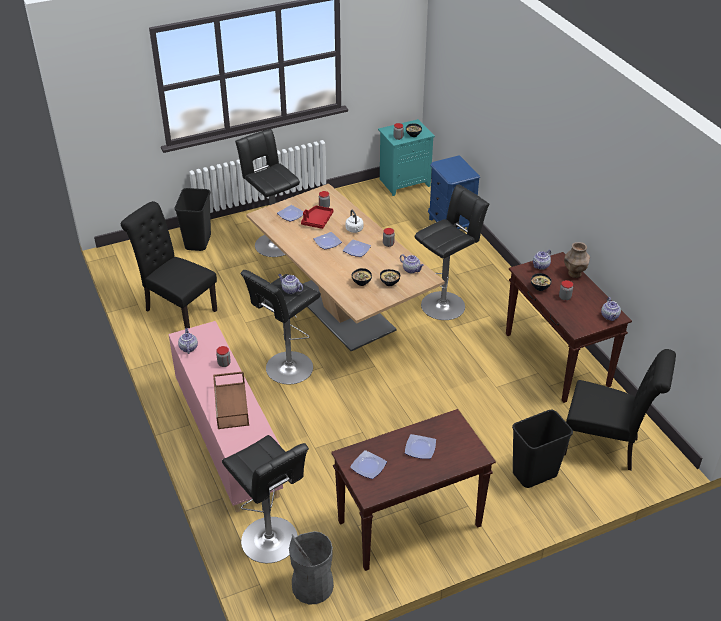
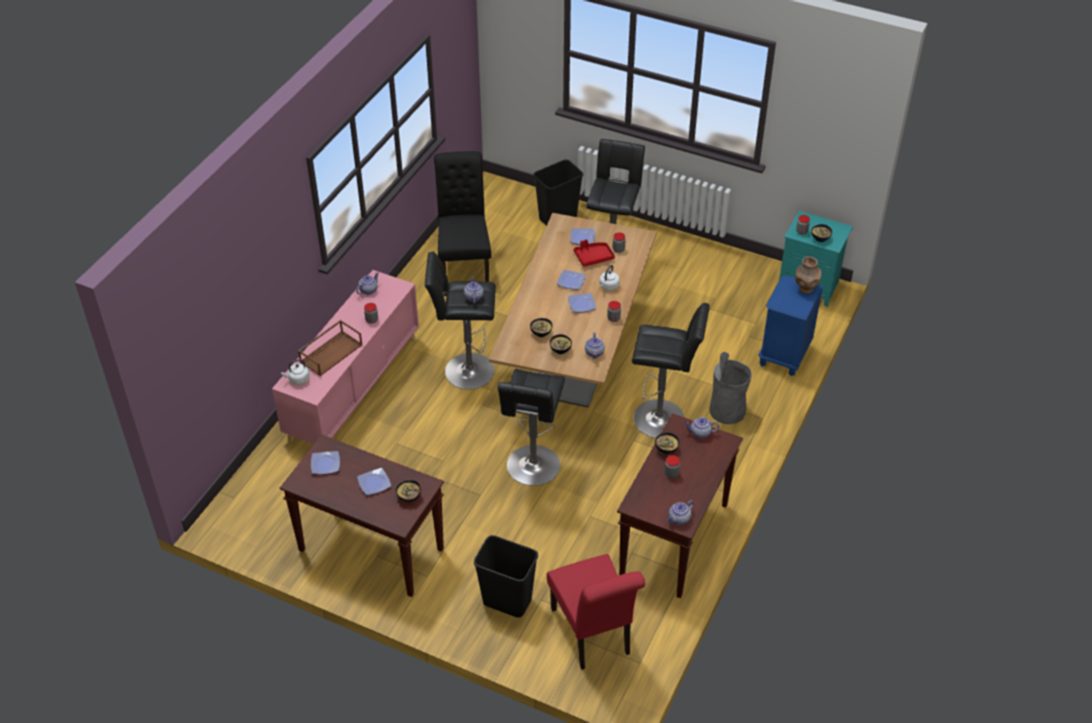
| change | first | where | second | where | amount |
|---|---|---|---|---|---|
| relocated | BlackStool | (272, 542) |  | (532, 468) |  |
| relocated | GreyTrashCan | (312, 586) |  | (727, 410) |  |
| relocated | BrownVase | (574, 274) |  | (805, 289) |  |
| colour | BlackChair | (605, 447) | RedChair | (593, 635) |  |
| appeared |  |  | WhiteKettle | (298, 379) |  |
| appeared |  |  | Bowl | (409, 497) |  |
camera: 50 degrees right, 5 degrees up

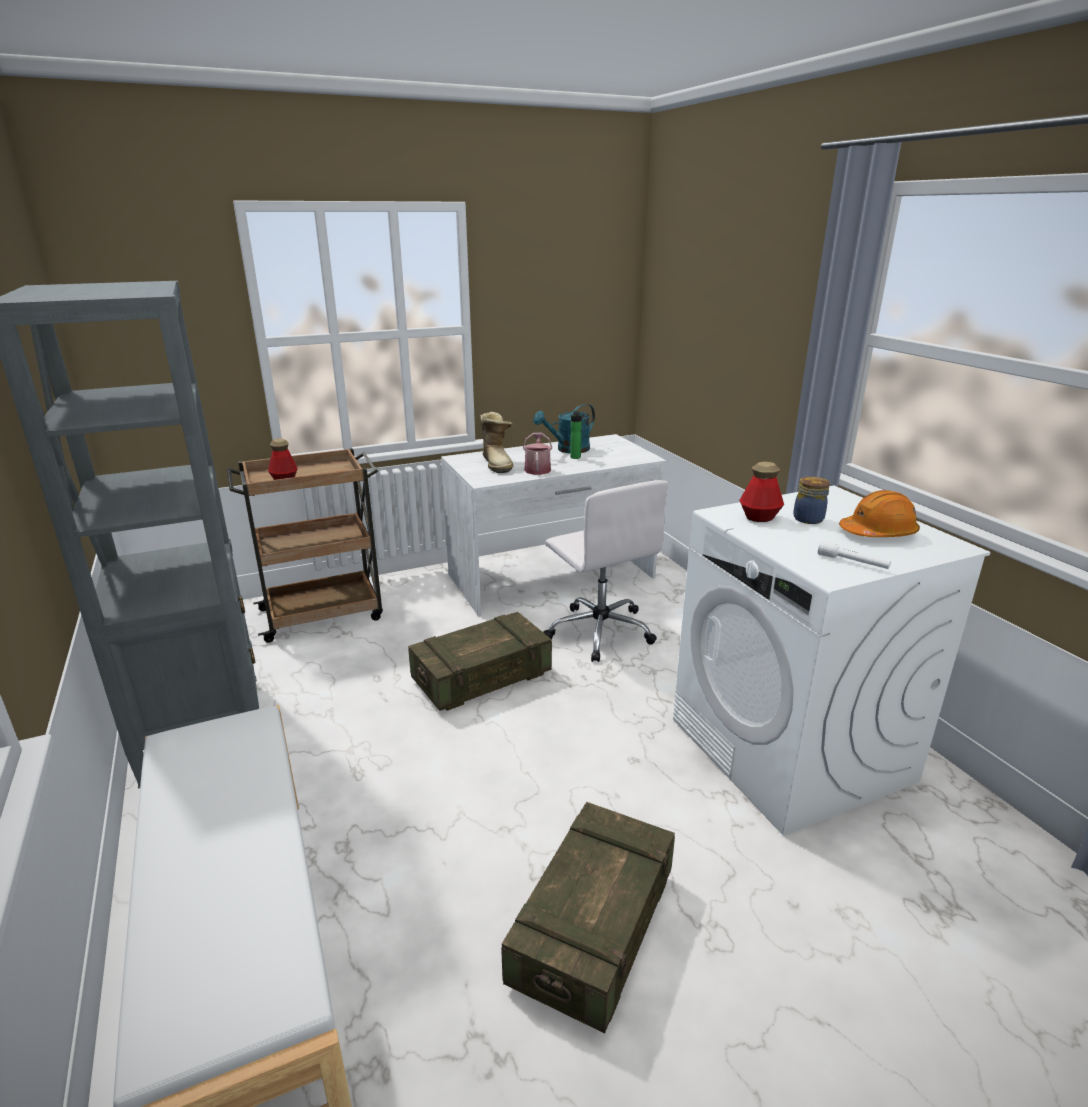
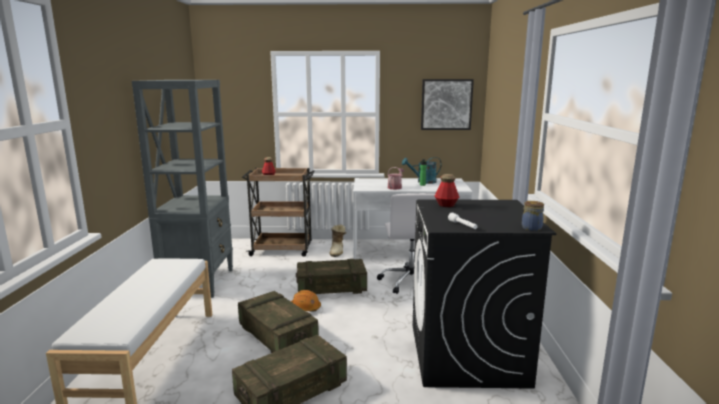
| change | first | where | second | where | amount |
|---|---|---|---|---|---|
| relocated | Boot | (498, 463) |  | (338, 251) |  |
| colour | WhiteWashingMachine | (790, 750) | BlackWashingMachine | (467, 354) |  |
| relocated | Jar | (807, 518) |  | (531, 228) |  |
| relocated | OrangeHardHat | (878, 533) |  | (304, 308) |  |
| appeared |  |  | Crate | (277, 335) |  |
| appeared |  |  | Picture | (446, 104) |  |
camera: 25 degrees right, 10 degrees down

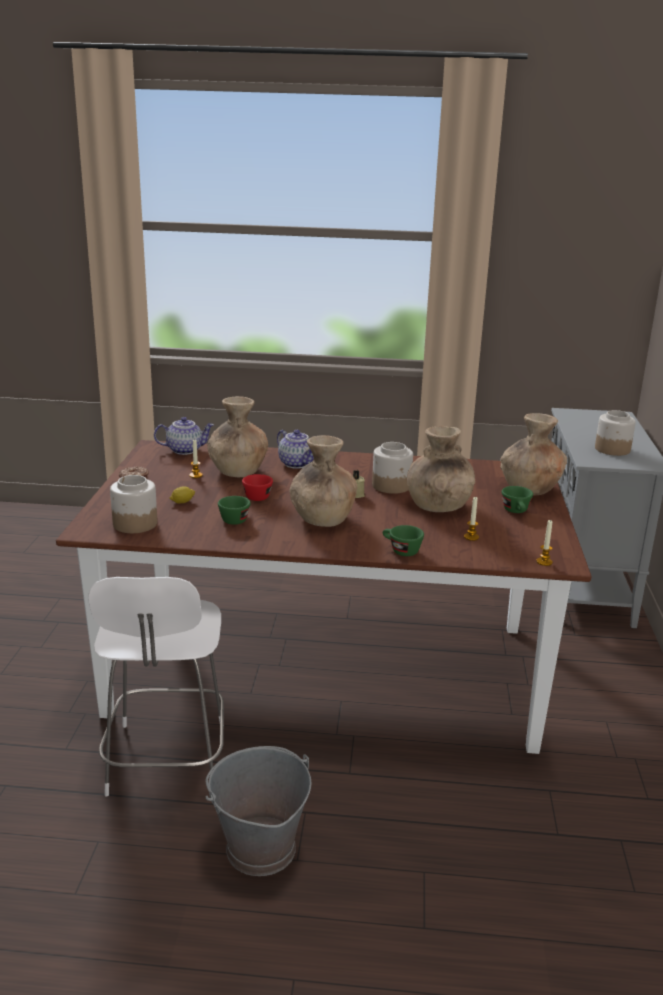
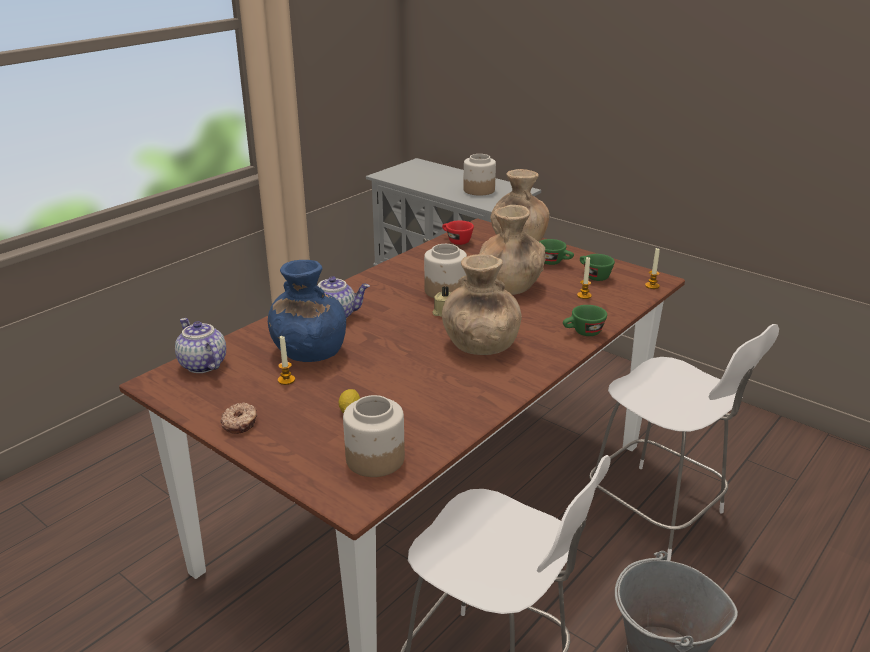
| change | first | where | second | where | amount |
|---|---|---|---|---|---|
| spun | Teapot | (185, 450) |  | (202, 365) | 60 degrees counterclockwise |
| colour | BrownVase | (238, 471) | BlueVase | (308, 352) |  |
| relocated | GreenCup | (236, 519) |  | (593, 276) |  |
| relocated | RedCup | (258, 496) |  | (456, 241) |  |
| appeared |  |  | WhiteChair | (658, 513) |  |
camera: 55 degrees left, 5 degrees up

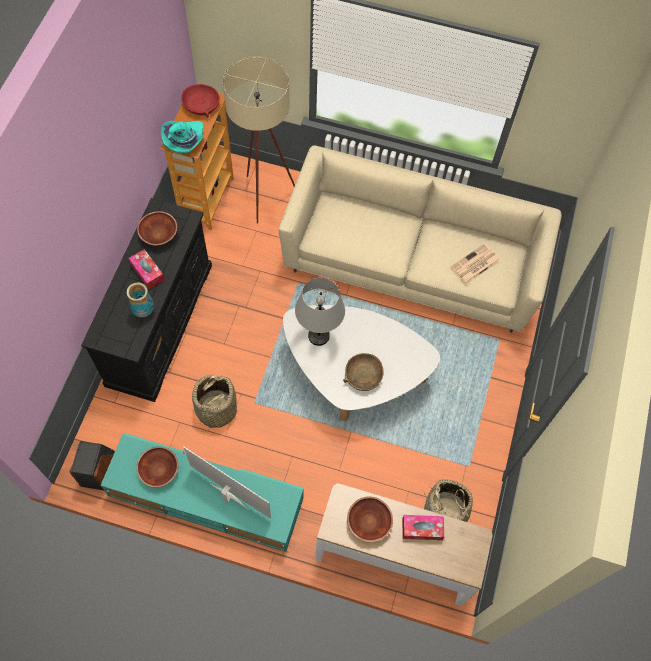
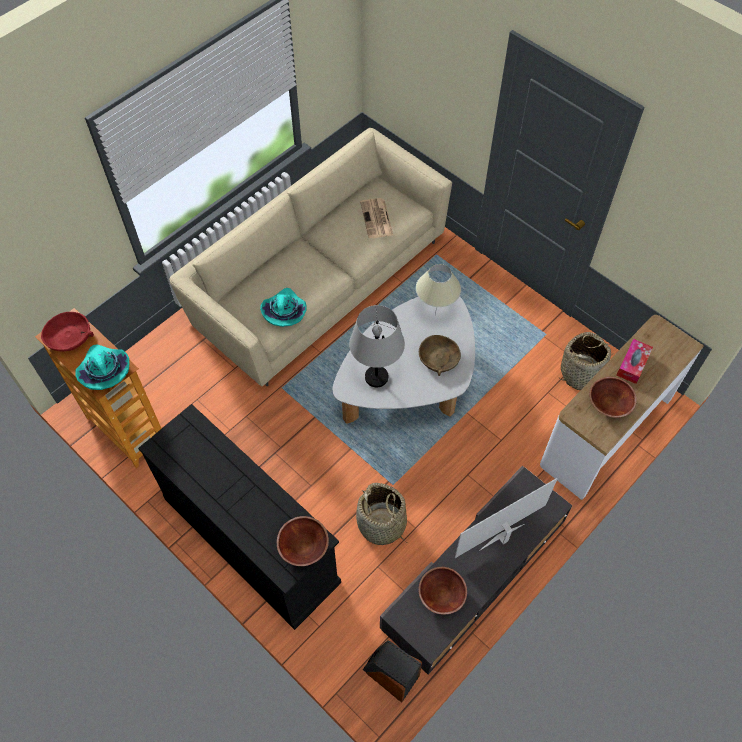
| change | first | where | second | where | amount |
|---|---|---|---|---|---|
| colour | TurquoiseTvStand | (206, 497) | GreyTvStand | (474, 574) |  |
| missing | Vase | (143, 310) |  |  |  |
| missing | TissueBox | (147, 272) |  |  |  |
| relocated | BrownBowl | (159, 234) |  | (303, 546) |  |
| missing | BeigeFloorLamp | (264, 202) |  |  |  |
| appeared |  |  | TurquoiseHat | (284, 312) |  |
| appeared |  |  | BeigeTableLamp | (435, 315) |  |
camera: 60 degrees left, 5 degrees down

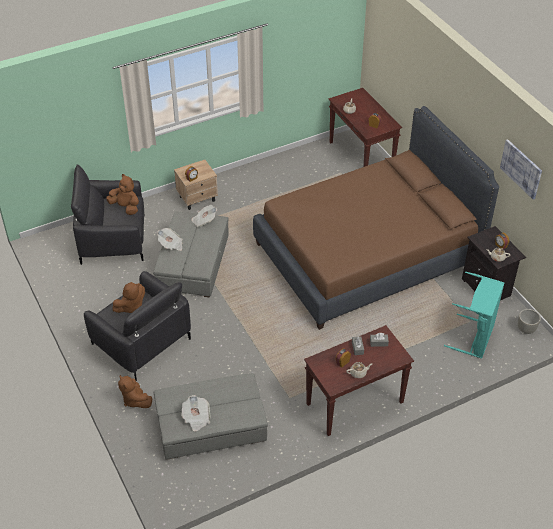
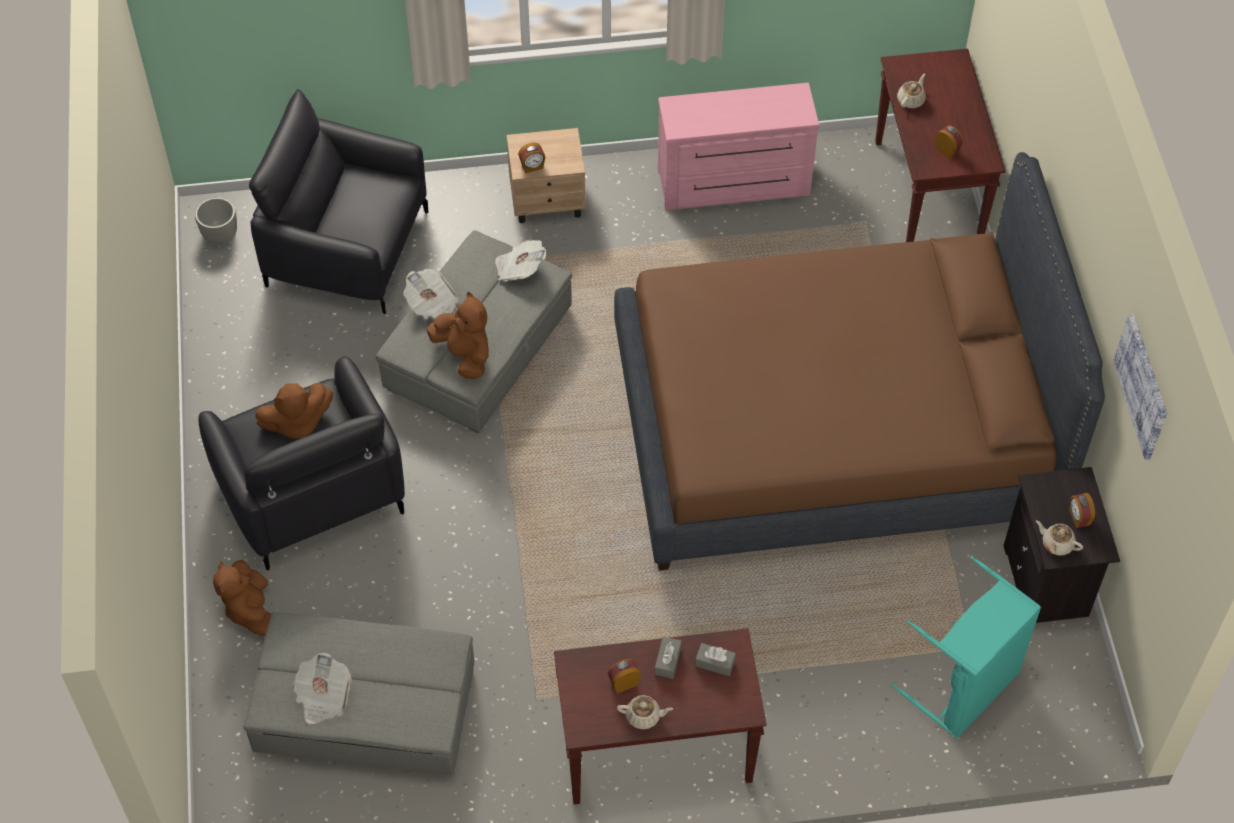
| change | first | where | second | where | amount |
|---|---|---|---|---|---|
| relocated | BrownPlushToy | (125, 207) |  | (464, 355) |  |
| relocated | GreyPlanter | (526, 329) |  | (220, 236) |  |
| appeared |  |  | PinkDresser | (734, 184) |  |
camera: 20 degrees right, 10 degrees up

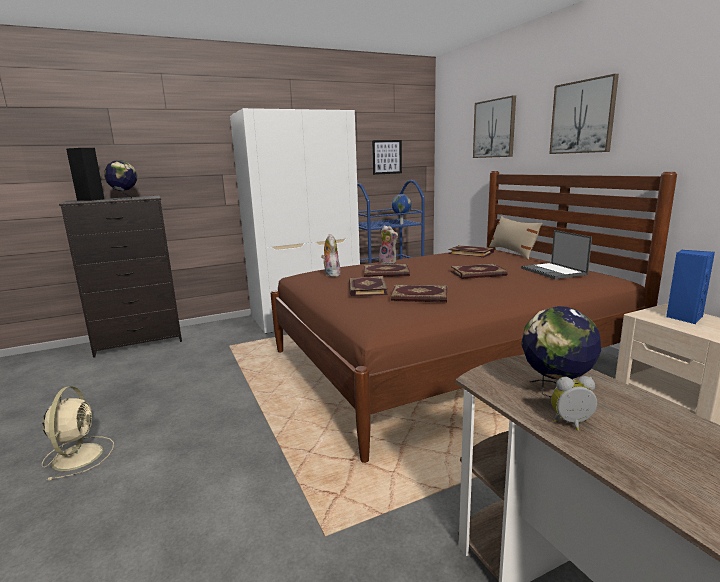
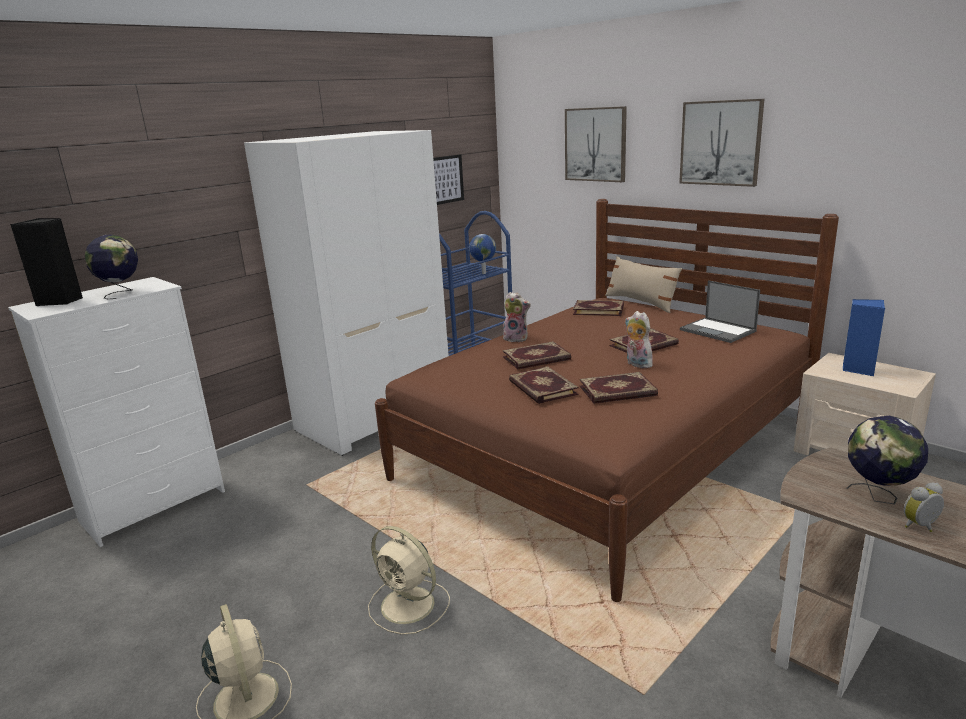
| change | first | where | second | where | amount |
|---|---|---|---|---|---|
| colour | BlackDresser | (140, 342) | WhiteDresser | (155, 506) |  |
| relocated | PlushToy | (331, 274) |  | (637, 364) |  |
| appeared |  |  | BeigeFan | (409, 606) |  |
camera: 20 degrees left, 5 degrees up

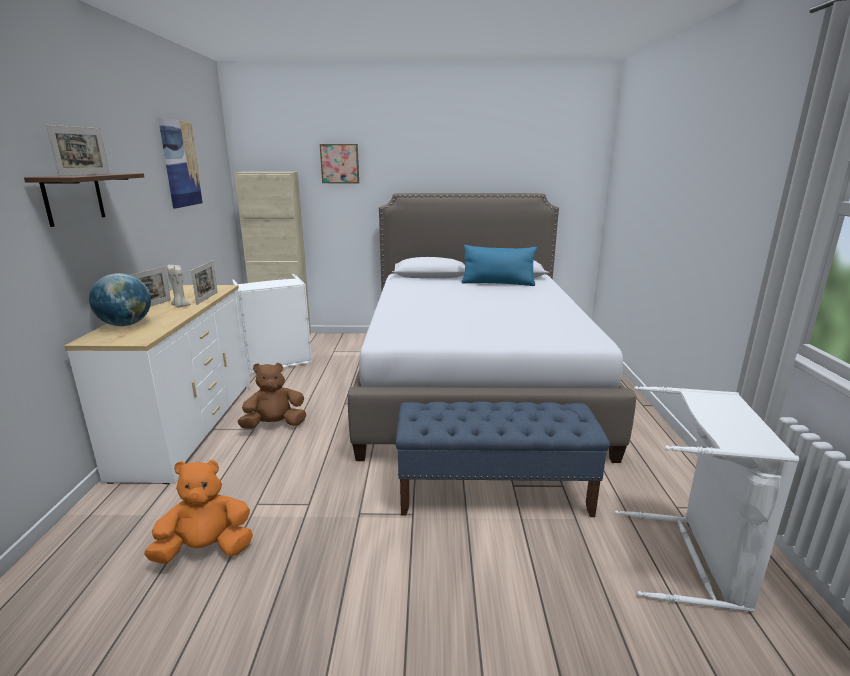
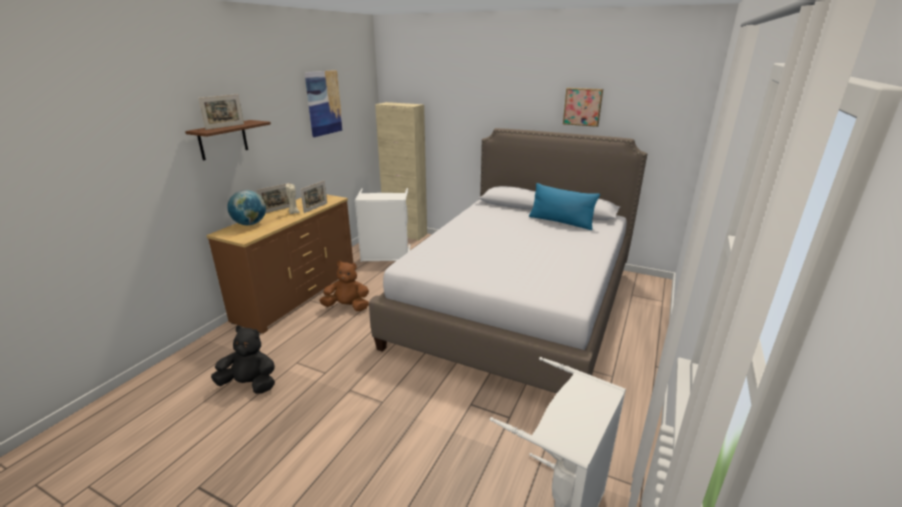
| change | first | where | second | where | amount |
|---|---|---|---|---|---|
| colour | WhiteDresser | (188, 427) | BrownDresser | (297, 295) |  |
| colour | OrangePlushToy | (206, 550) | BlackPlushToy | (250, 384) |  |
| relocated | Picture | (340, 163) |  | (582, 106) |  |
| missing | BlueBench | (494, 493) |  |  |  |
camera: 25 degrees right, 5 degrees up

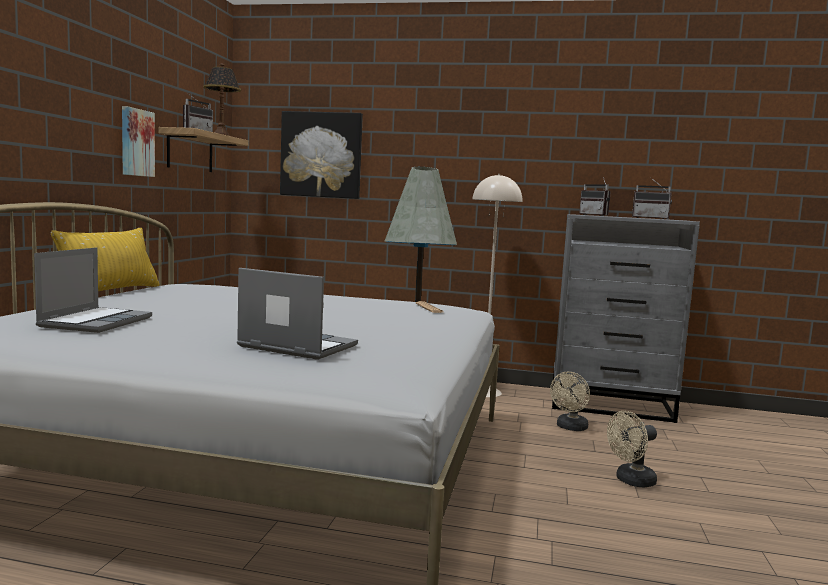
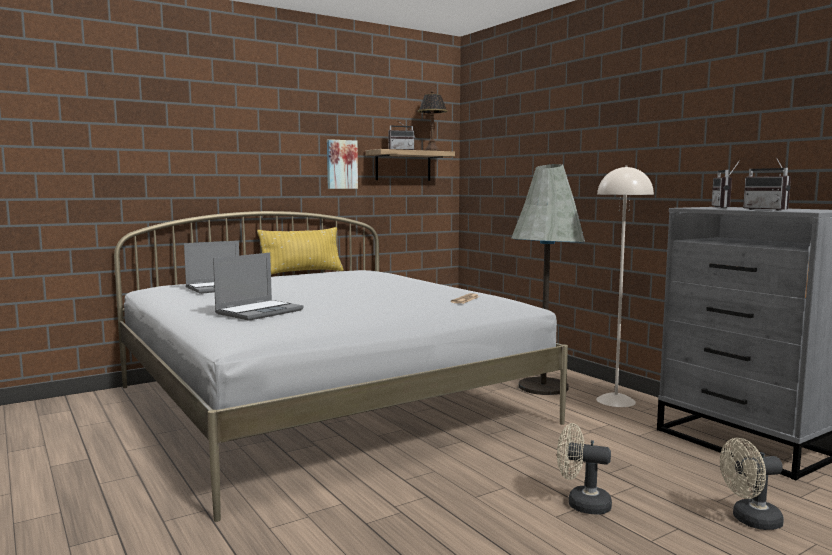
| change | first | where | second | where | amount |
|---|---|---|---|---|---|
| spun | Laptop | (295, 346) |  | (259, 312) | 60 degrees clockwise |
| missing | Picture | (321, 155) |  |  |  |
| relocated | BeigeFan | (570, 428) |  | (750, 520) |  |
camera: 45 degrees right, 0 degrees up

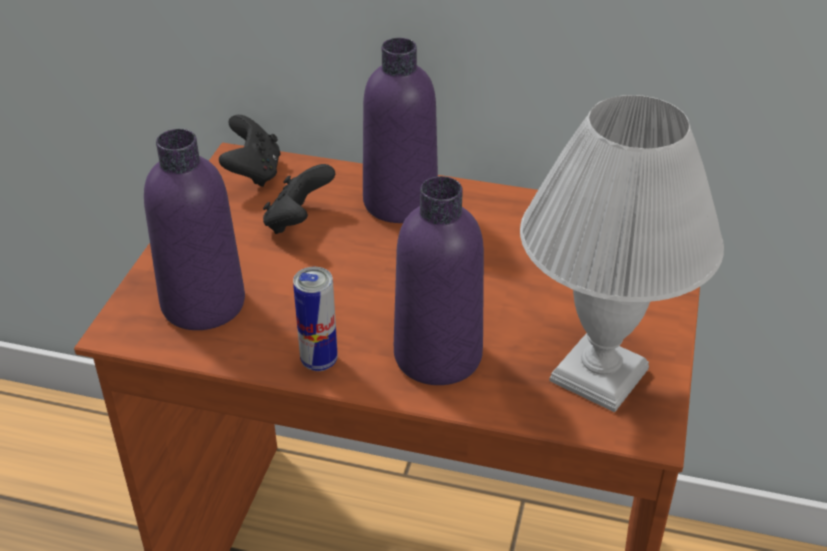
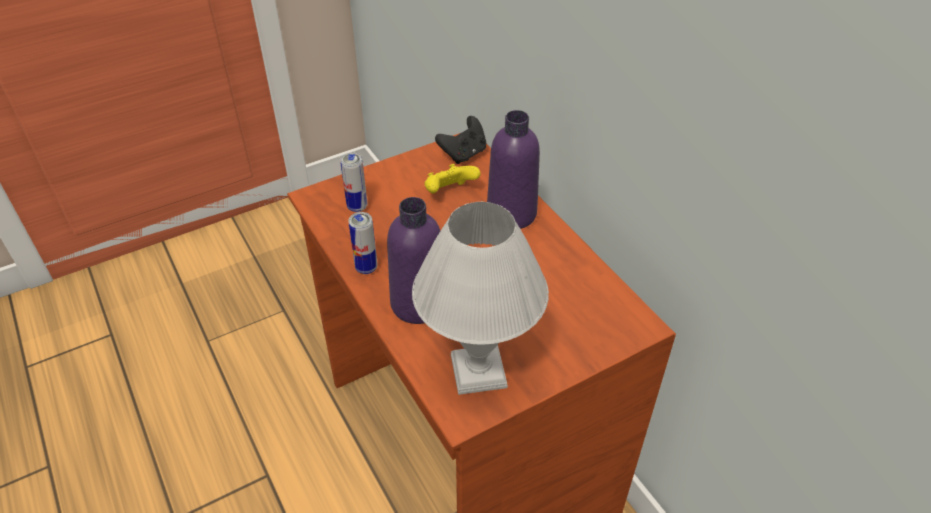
| change | first | where | second | where | amount |
|---|---|---|---|---|---|
| exchanged | PurpleBottle | (203, 304) | Can | (357, 207) |  |
| colour | BlackGameController | (298, 221) | YellowGameController | (449, 192) |  |
camera: 45 degrees right, 5 degrees up

